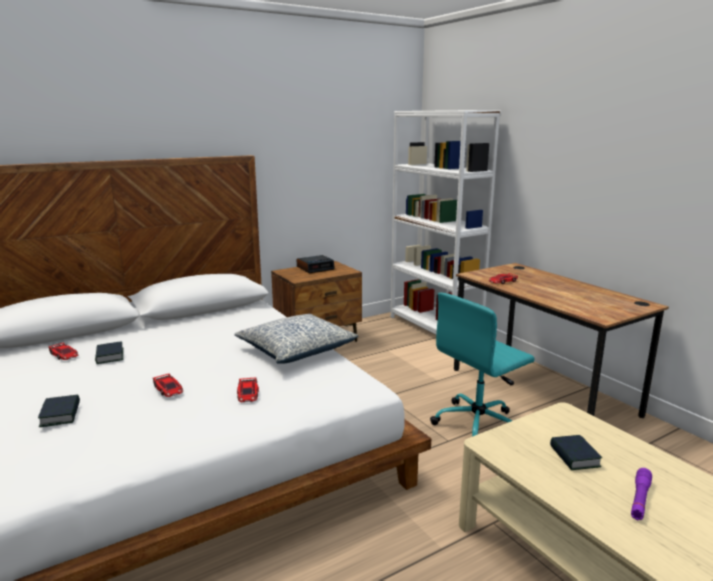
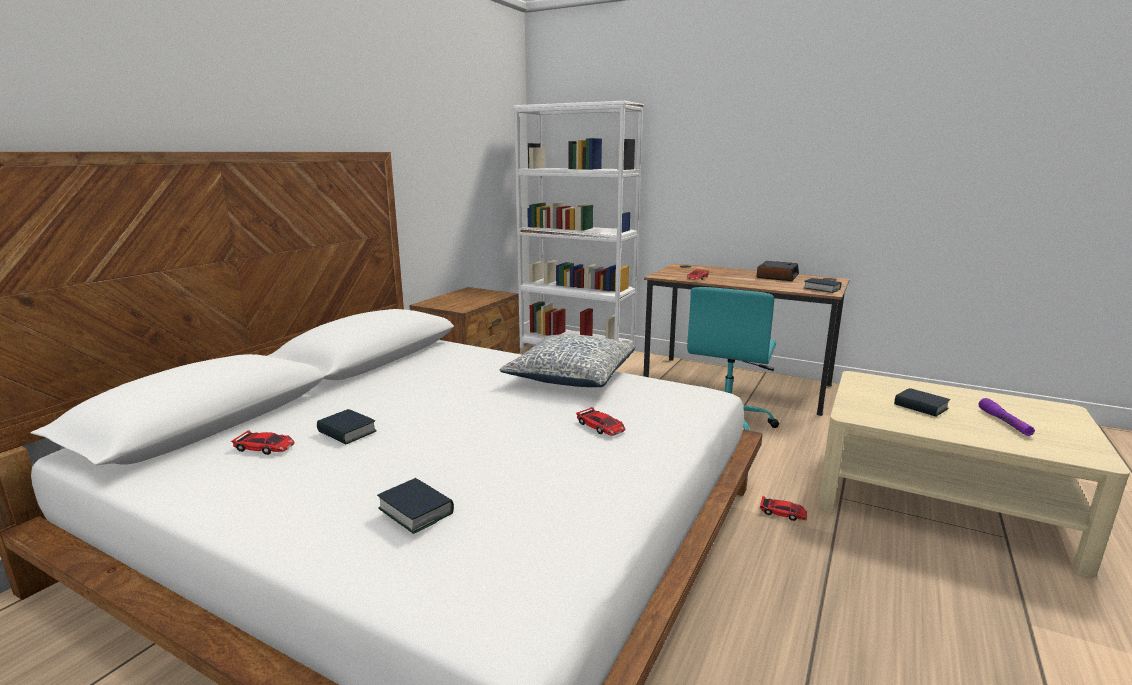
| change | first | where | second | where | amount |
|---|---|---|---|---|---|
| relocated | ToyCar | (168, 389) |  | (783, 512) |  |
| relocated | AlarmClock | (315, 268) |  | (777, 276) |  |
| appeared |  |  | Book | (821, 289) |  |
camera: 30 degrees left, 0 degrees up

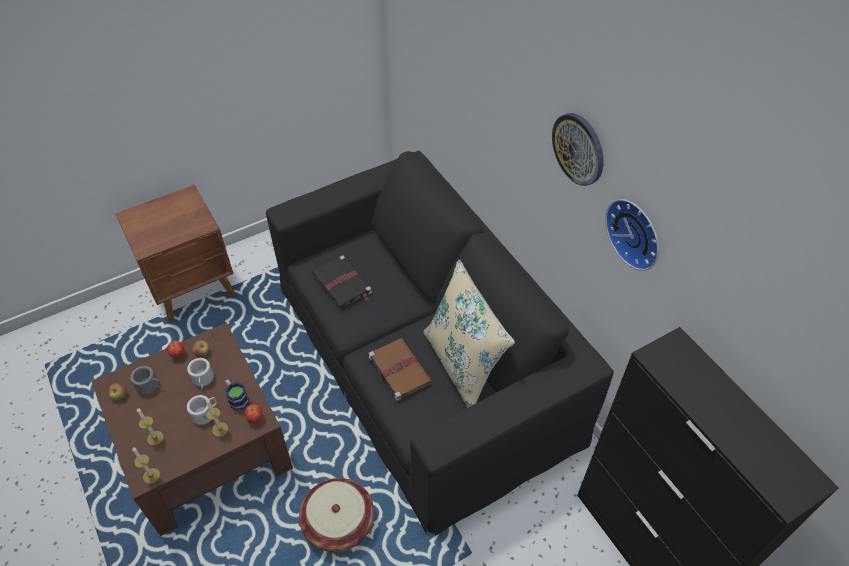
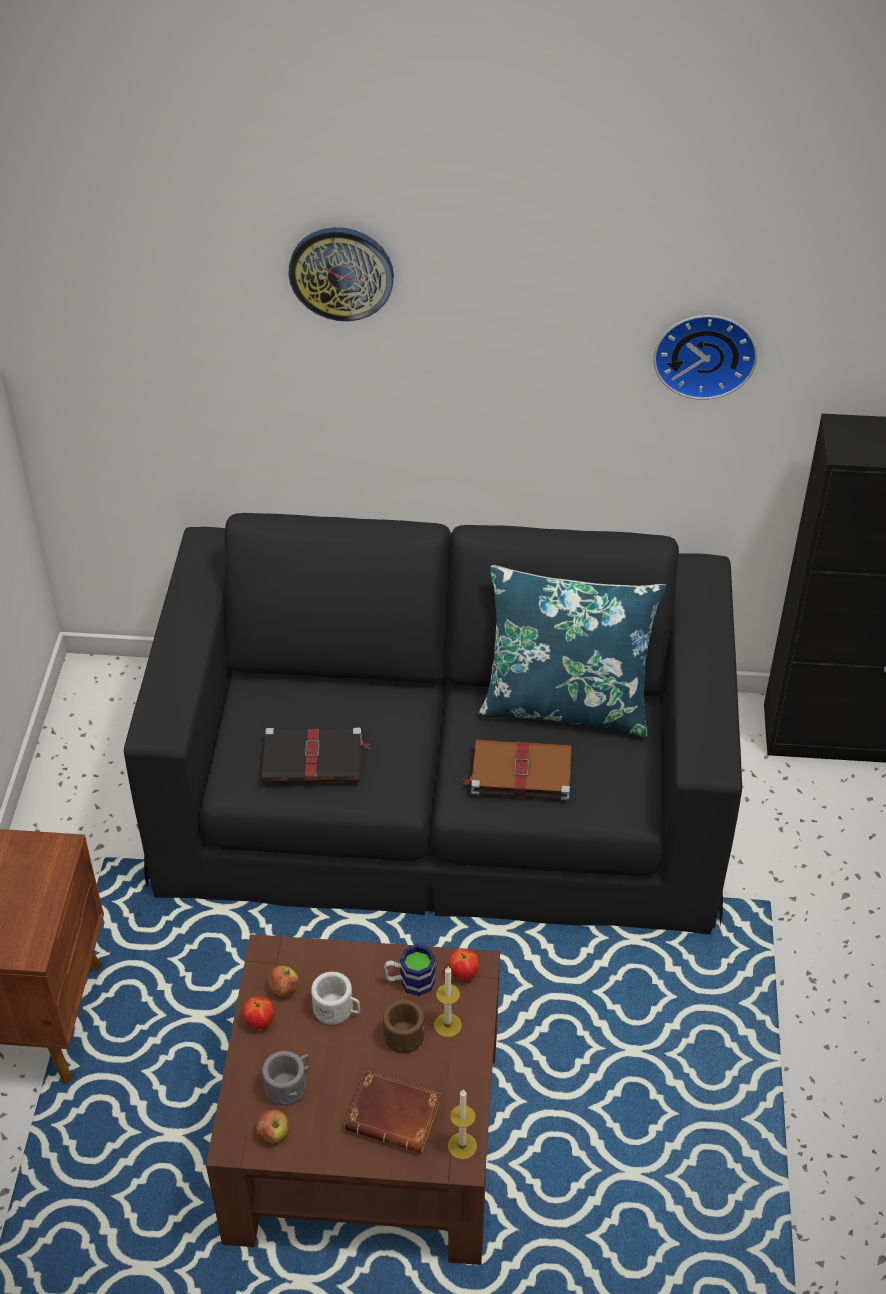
| change | first | where | second | where | amount |
|---|---|---|---|---|---|
| exchanged | Candle | (155, 438) | BrownBook | (396, 1115) |  |
| colour | WhiteMug | (205, 413) | BrownMug | (403, 1031) |  |
| missing | Basket | (338, 522) |  |  |  |
| colour | BeigePillow | (463, 364) | BluePillow | (566, 705) |  |
| relocated | WallClock | (579, 148) |  | (341, 273) |  |
camera: 55 degrees left, 5 degrees down

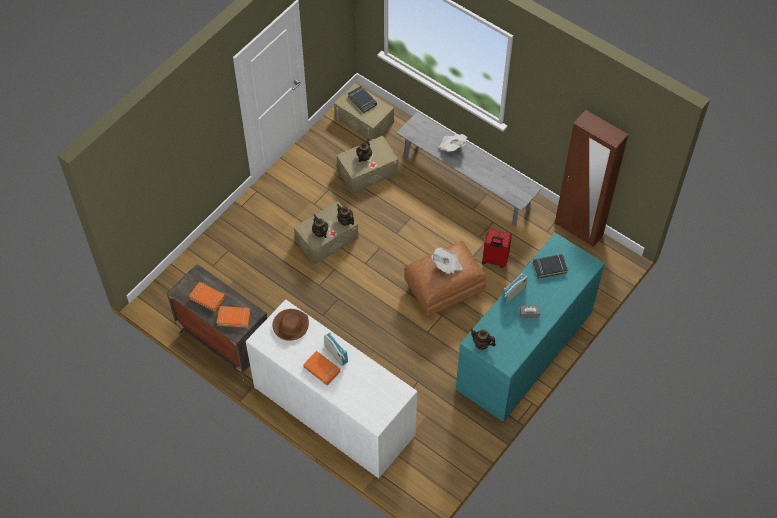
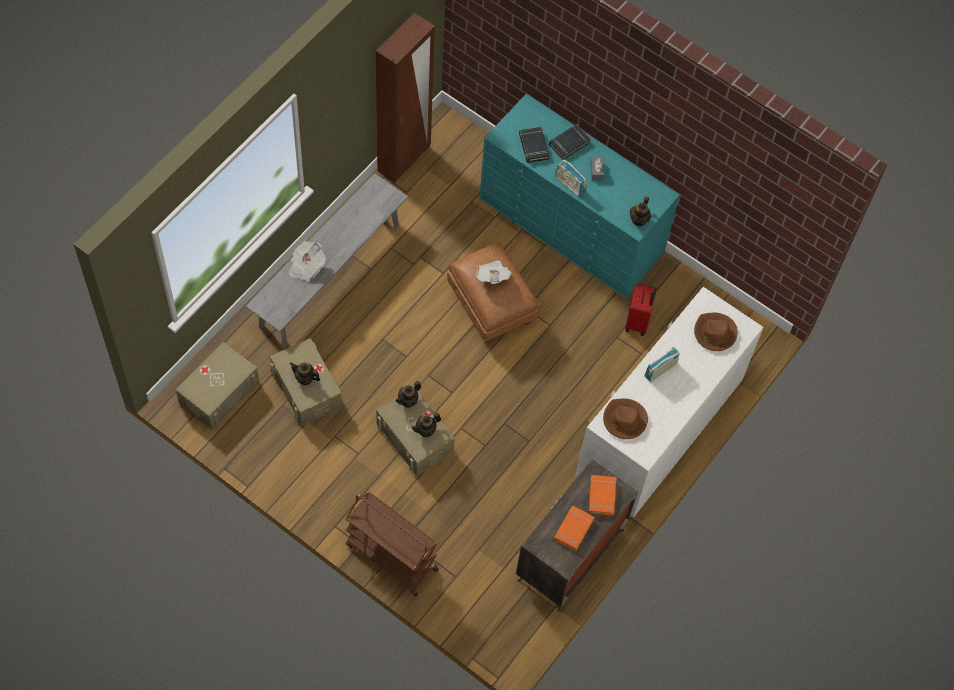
| change | first | where | second | where | amount |
|---|---|---|---|---|---|
| missing | OrangeBook | (321, 369) |  |  |  |
| relocated | BlackBook | (362, 100) |  | (569, 143) |  |
| relocated | RedSuitcase | (494, 260) |  | (638, 322) |  |
| appeared |  |  | BrownCart | (391, 557) |  |
| appeared |  |  | BrownHat | (714, 333) |  |
camera: 95 degrees left, 5 degrees up

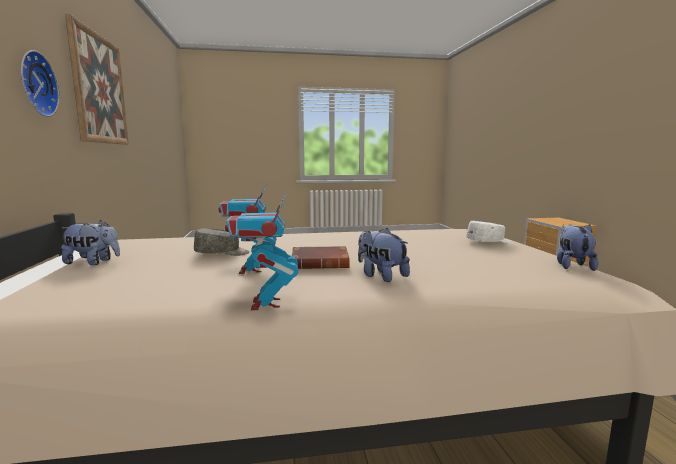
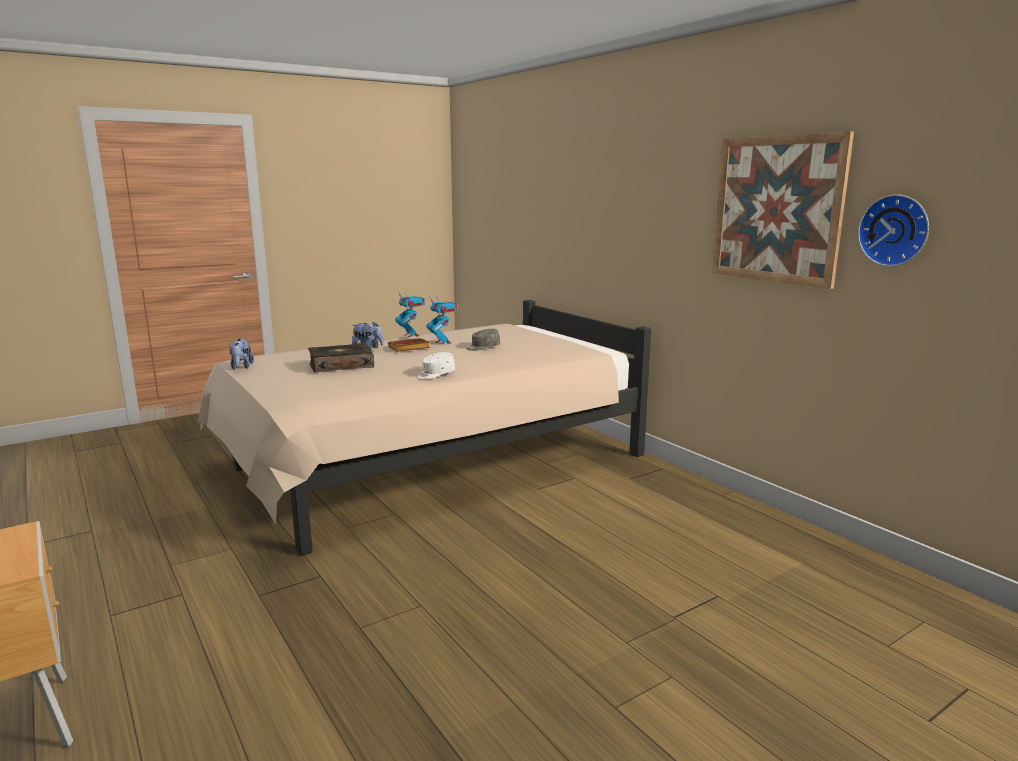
| change | first | where | second | where | amount |
|---|---|---|---|---|---|
| relocated | WallClock | (35, 84) |  | (895, 230) |  |
| missing | PlushToy | (93, 262) |  |  |  |
| relocated | WhiteCap | (488, 242) |  | (435, 374) |  |
| appeared |  |  | Book | (341, 366) |  |
camera: 155 degrees right, 5 degrees up

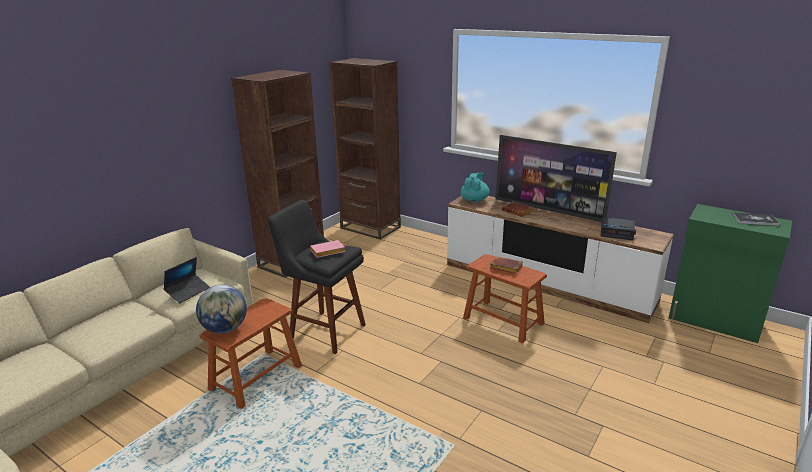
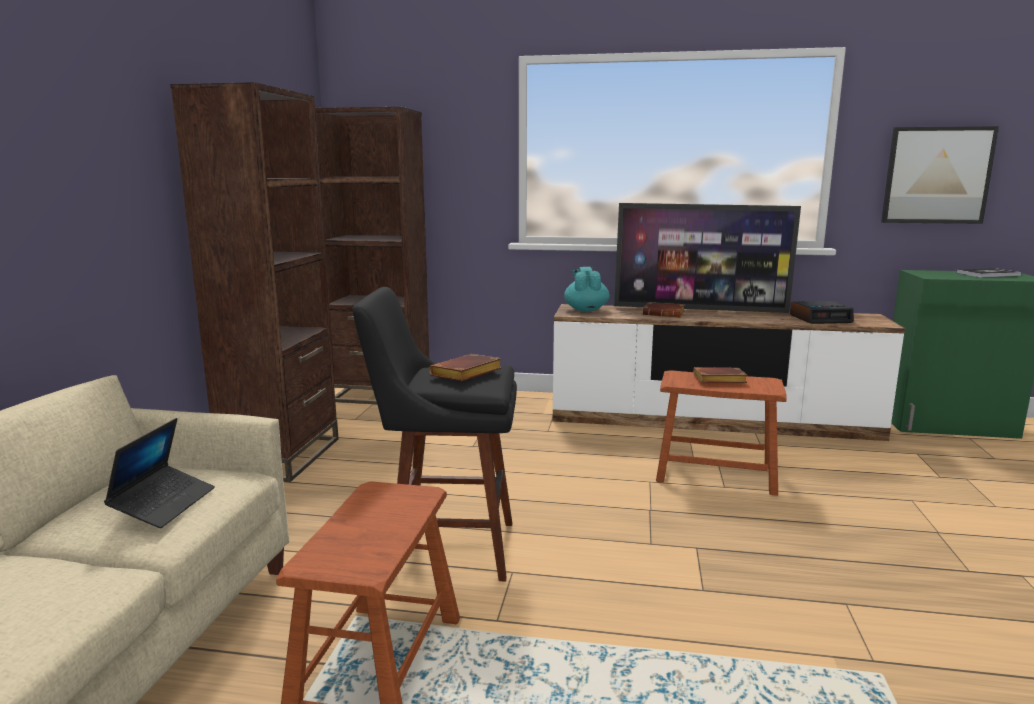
| change | first | where | second | where | amount |
|---|---|---|---|---|---|
| missing | Globe | (225, 329) |  |  |  |
| colour | PinkBook | (327, 252) | BrownBook | (466, 374) |  |
| appeared |  |  | Picture | (937, 175) |  |
camera: 25 degrees left, 10 degrees down

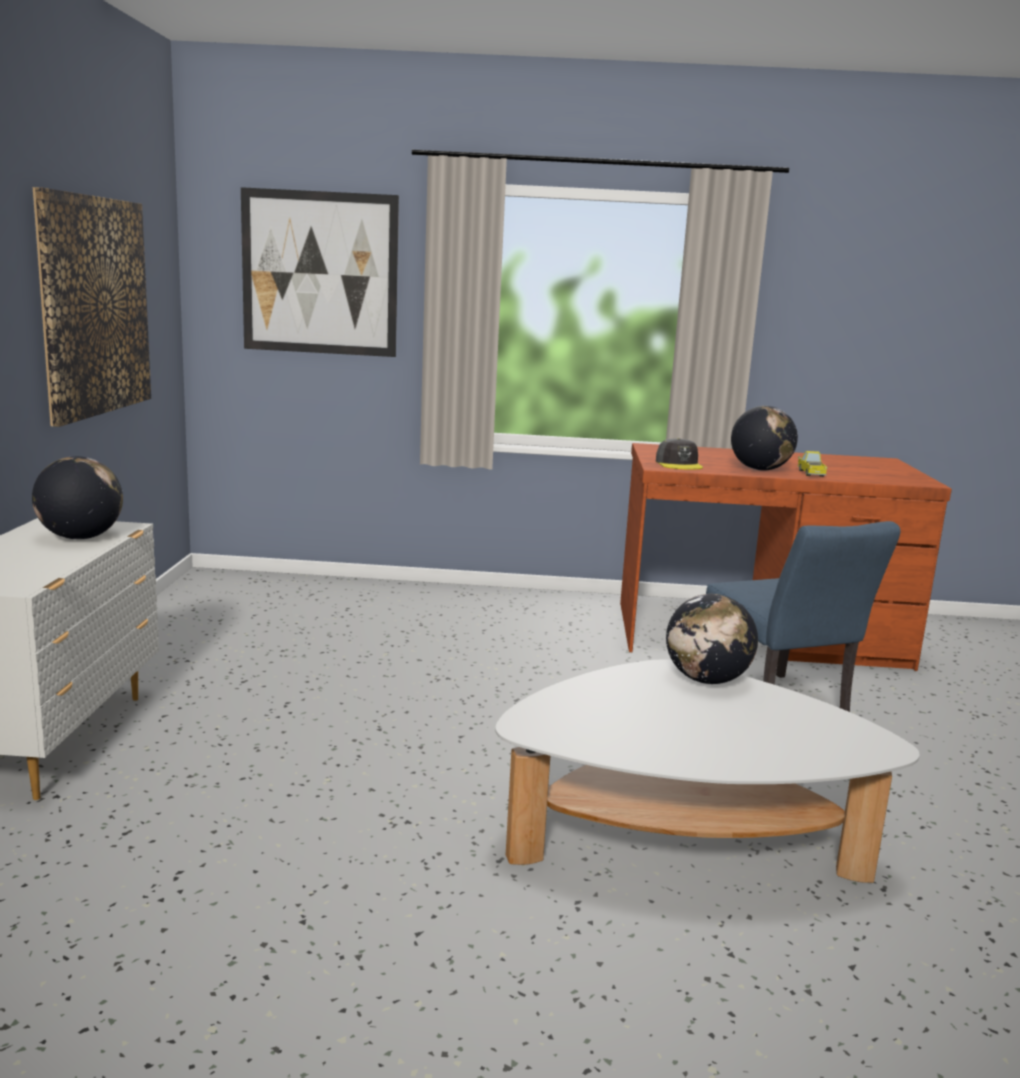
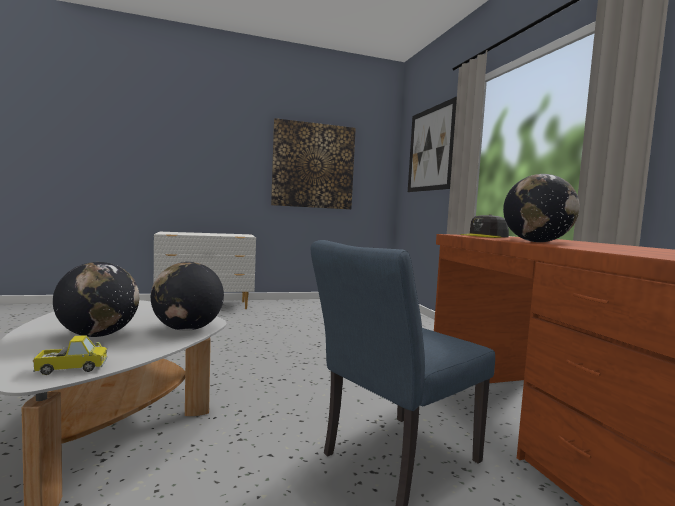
| change | first | where | second | where | amount |
|---|---|---|---|---|---|
| relocated | Globe | (81, 537) |  | (98, 335) |  |
| relocated | ToyTruck | (811, 473) |  | (72, 368) |  |
camera: 70 degrees right, 10 degrees down

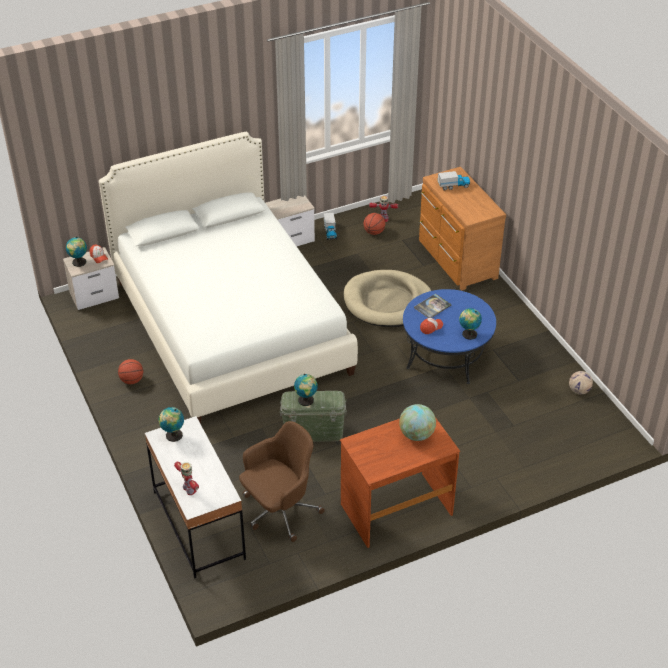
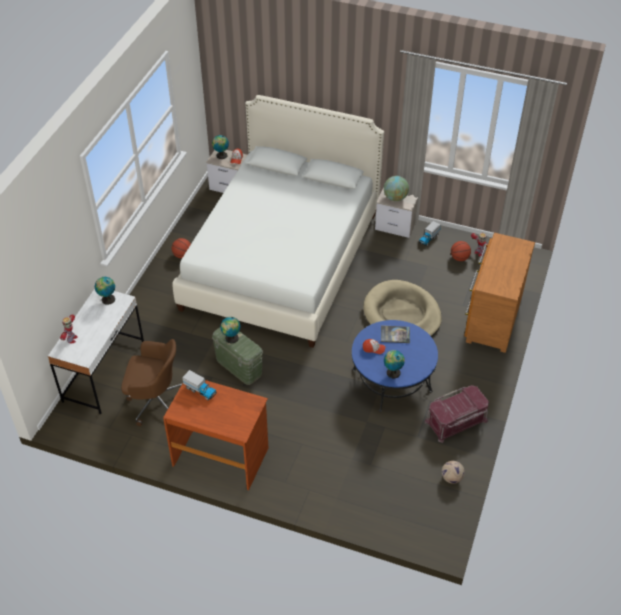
| change | first | where | second | where | amount |
|---|---|---|---|---|---|
| relocated | Globe | (416, 435) |  | (395, 198) |  |
| relocated | ToyTruck | (453, 186) |  | (200, 390) |  |
| appeared |  |  | RedStorageBox | (456, 421) |  |
camera: 45 degrees right, 5 degrees up

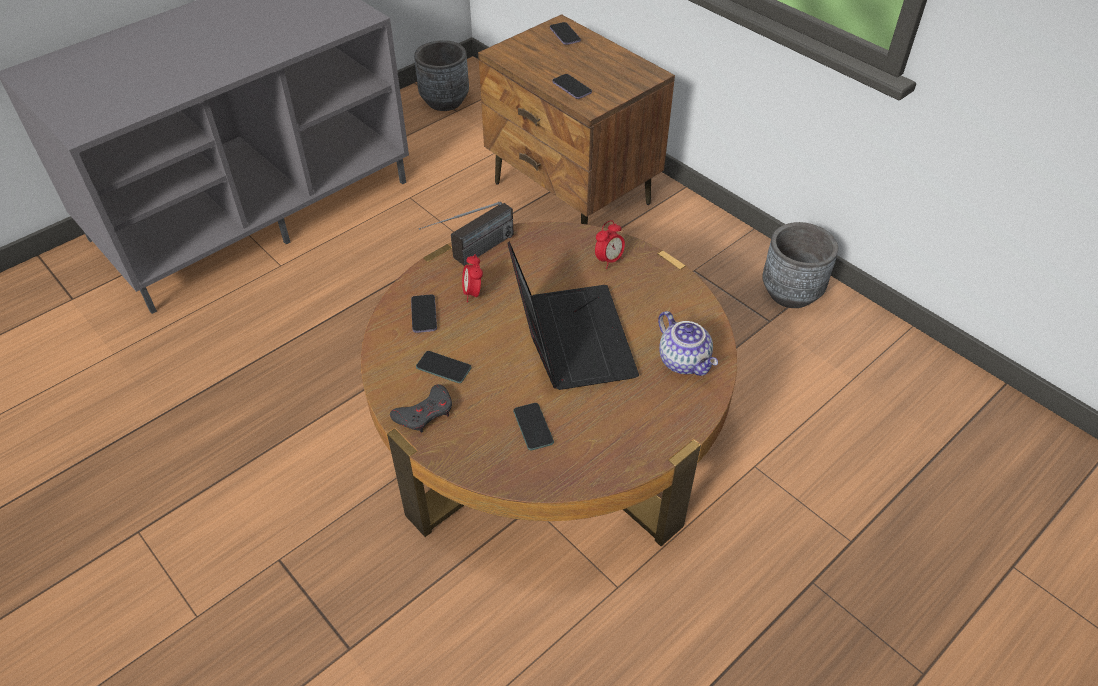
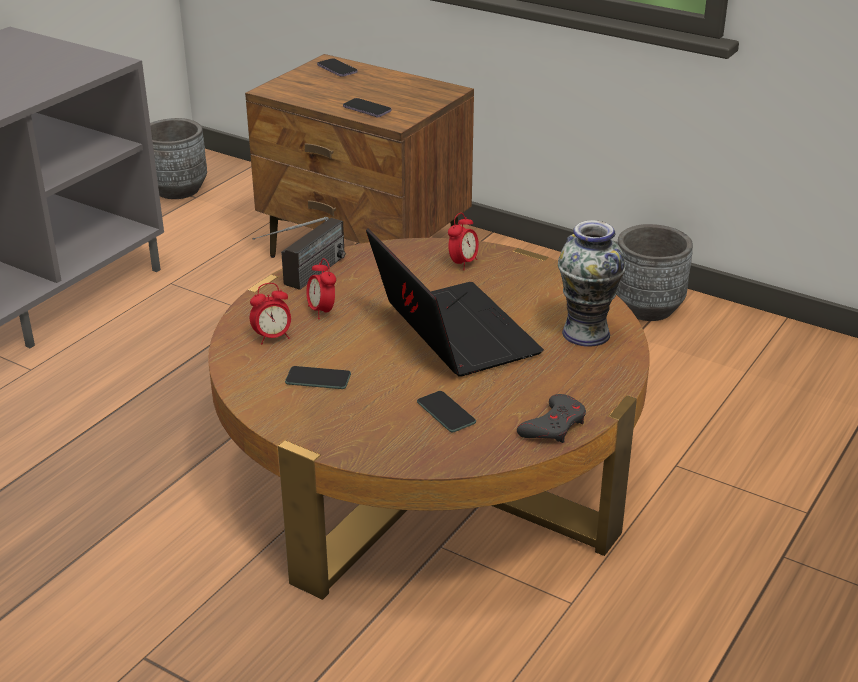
| change | first | where | second | where | amount |
|---|---|---|---|---|---|
| relocated | GreyGameController | (425, 413) |  | (554, 425) |  |
| exchanged | Phone | (424, 315) | AlarmClock | (272, 337) |  |
| exchanged | Teapot | (685, 361) | Vase | (586, 333) |  |
camera: 15 degrees left, 15 degrees down

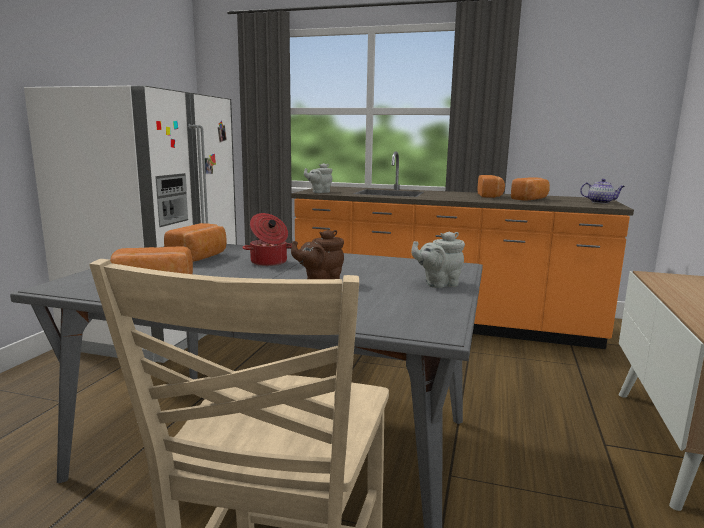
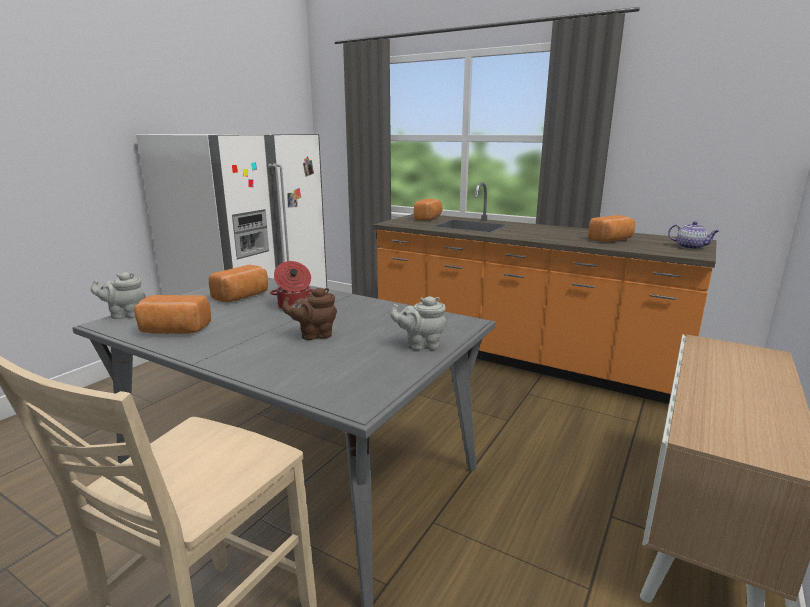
| change | first | where | second | where | amount |
|---|---|---|---|---|---|
| relocated | GreyTeapot | (319, 192) |  | (125, 315) |  |
| relocated | Bread | (490, 196) |  | (429, 218) |  |
camera: 15 degrees right, 5 degrees up

